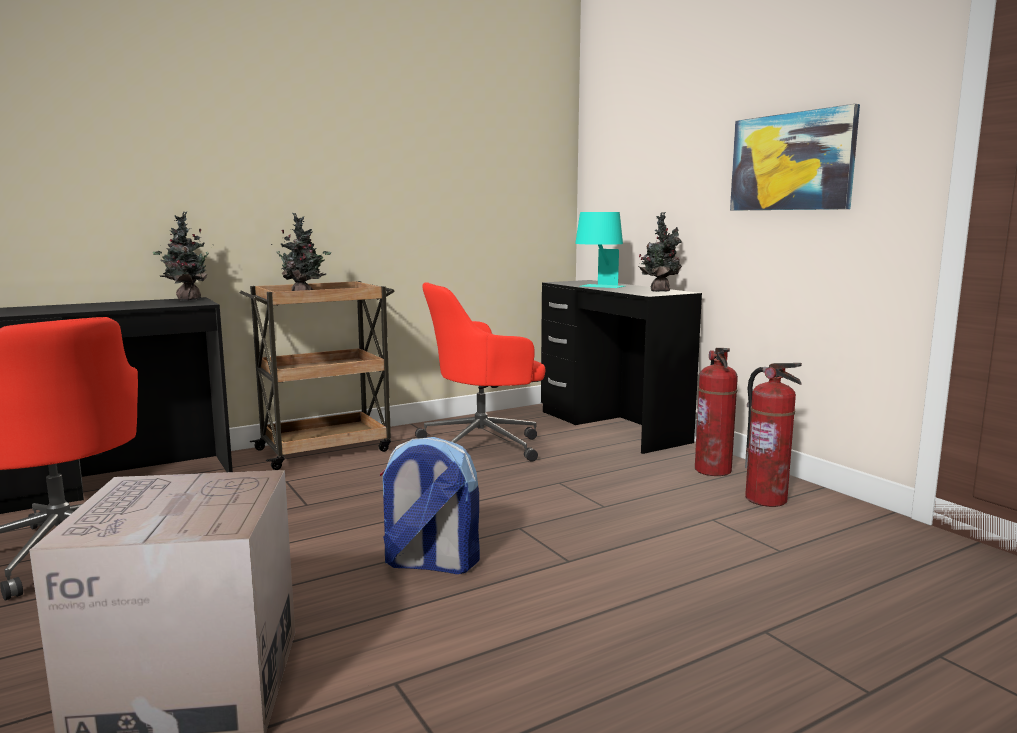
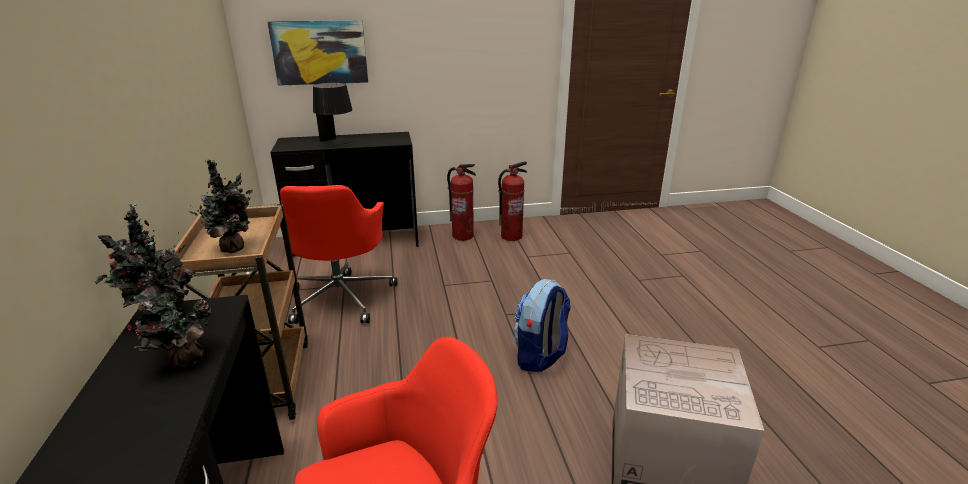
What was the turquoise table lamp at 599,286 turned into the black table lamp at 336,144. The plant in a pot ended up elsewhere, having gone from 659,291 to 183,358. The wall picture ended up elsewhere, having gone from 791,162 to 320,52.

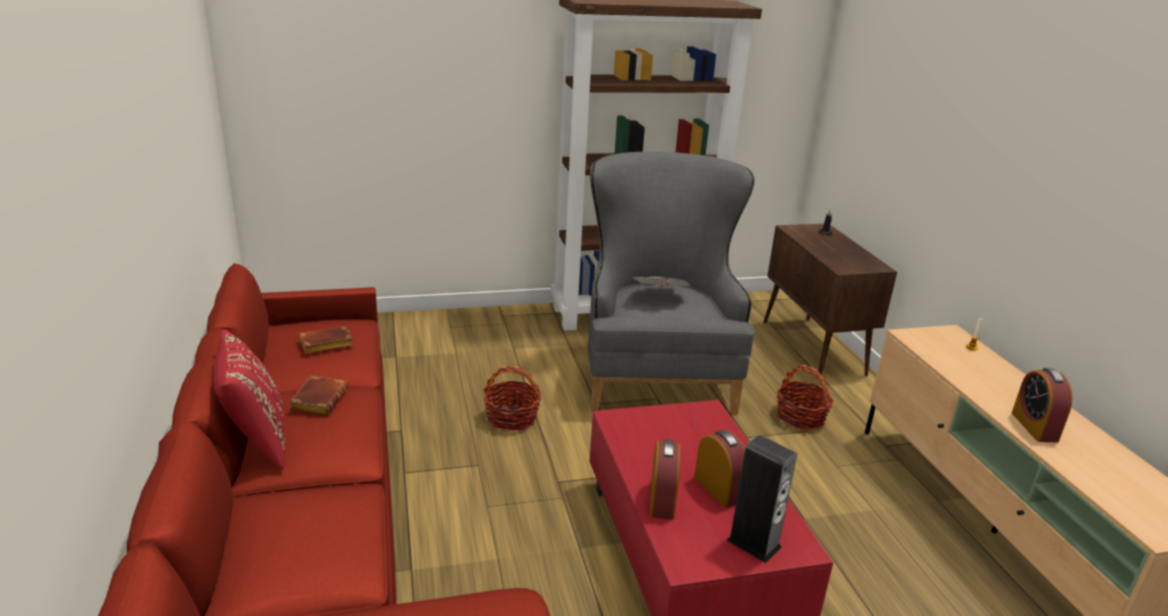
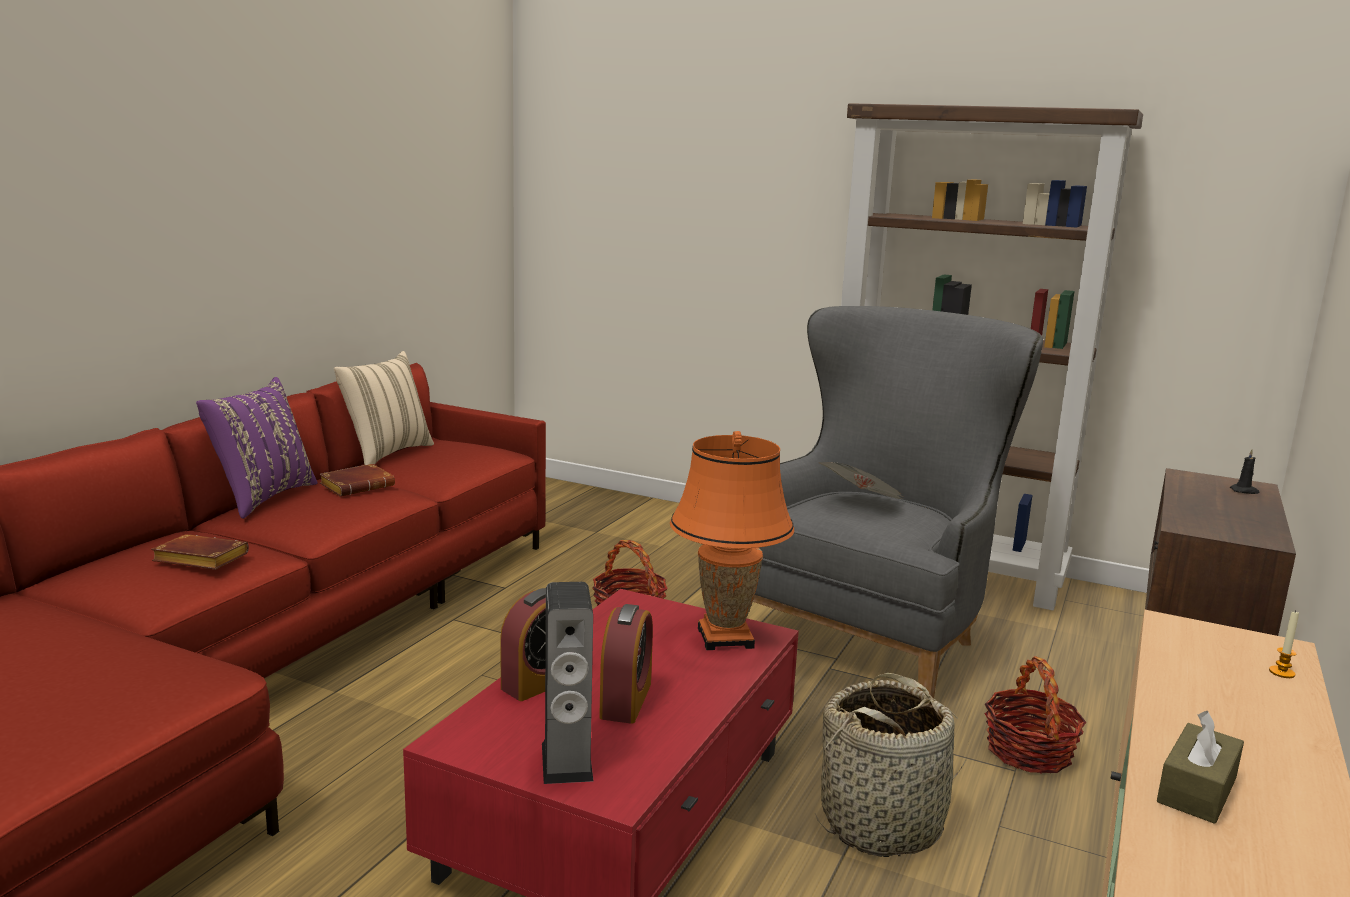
What was the reddish throw pillow at 256,442 turned into the purplish throw pillow at 262,498. The brown-coloured bound book ended up elsewhere, having gone from 325,345 to 197,560. Where the bedside clock stood at 1034,427, the brown-coloured box of tissues came to stand at 1197,790. The second view gained the beige-coloured throw pillow at 386,453. The second view gained the orange table lamp at 725,638. The second view gained the household basket at 882,823.

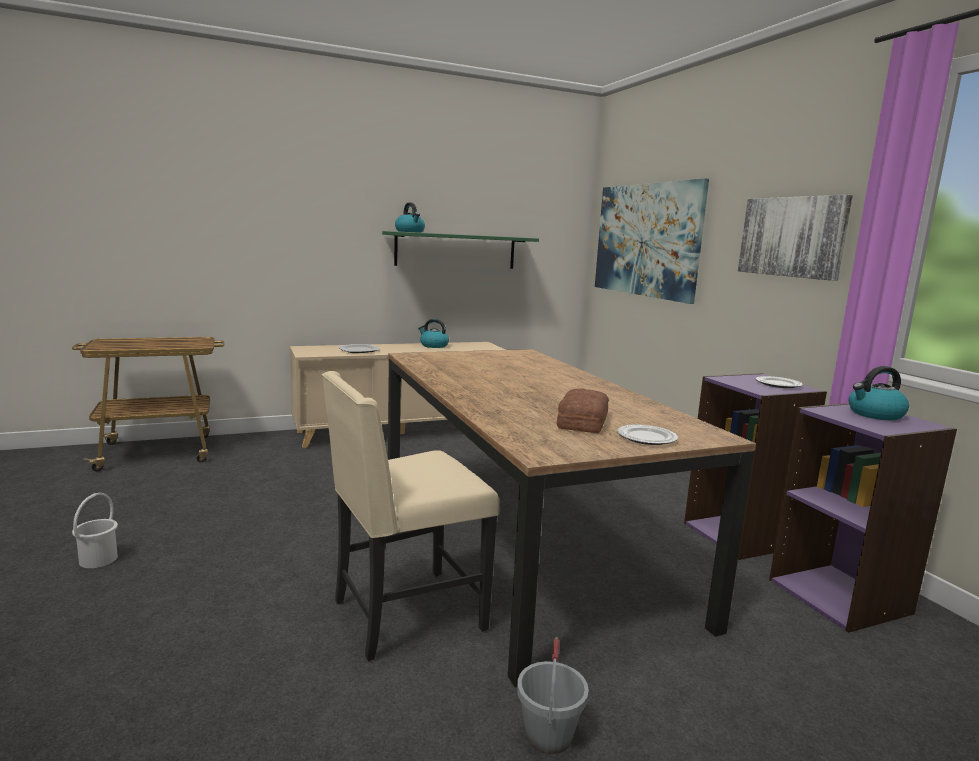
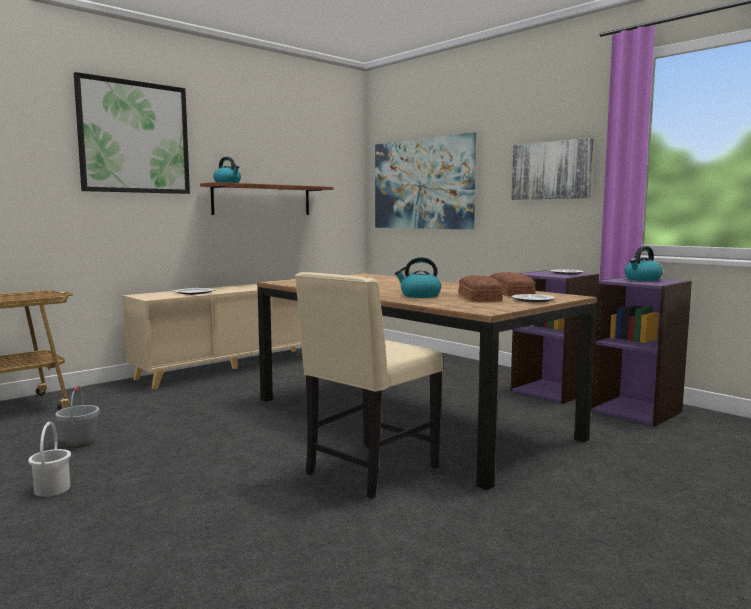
What was the greenish bracket shelf at 456,250 turned into the brown-coloured bracket shelf at 262,200. The tea kettle ended up elsewhere, having gone from 433,346 to 419,295. The gray water bucket ended up elsewhere, having gone from 548,735 to 79,443. The second view gained the wall picture at 134,137. The second view gained the bread at 510,293.

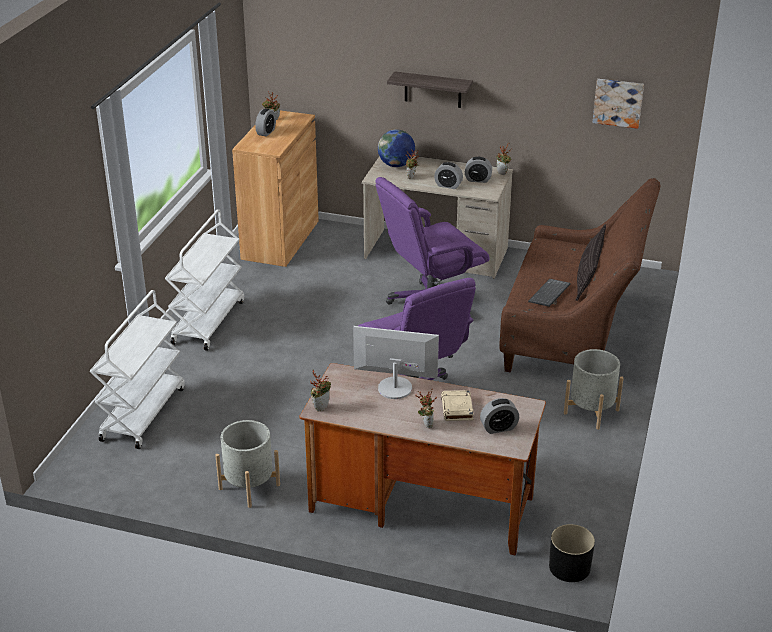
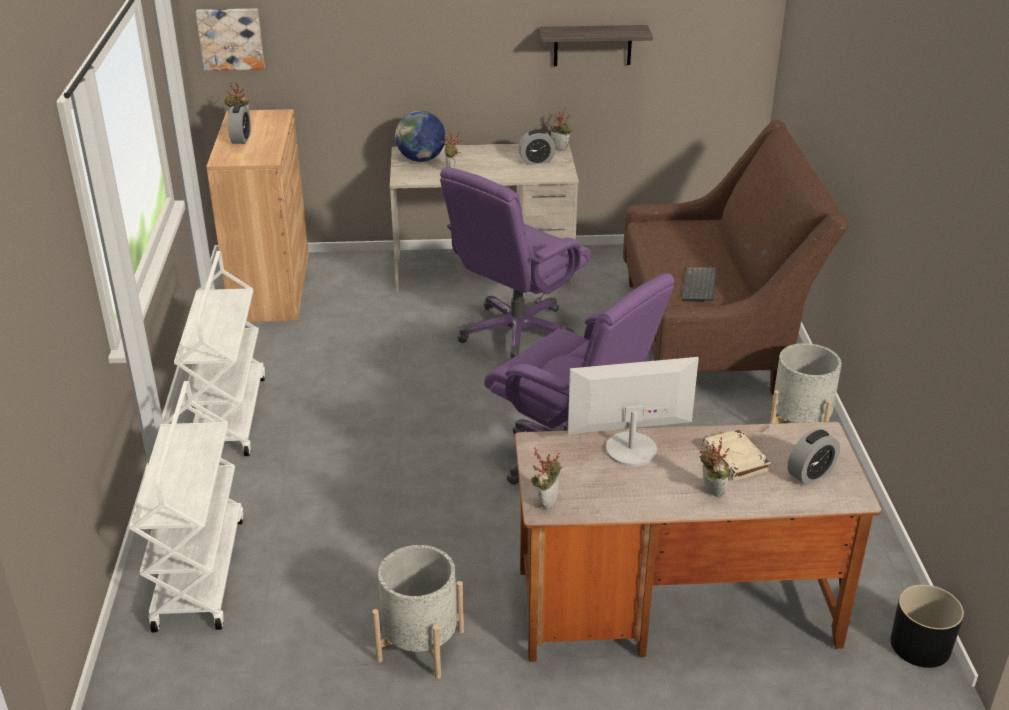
The bracket shelf ended up elsewhere, having gone from 433,90 to 592,45. The second view lost the bedside clock at 448,185. The second view lost the throw pillow at 588,279. The wall picture ended up elsewhere, having gone from 618,102 to 231,38.

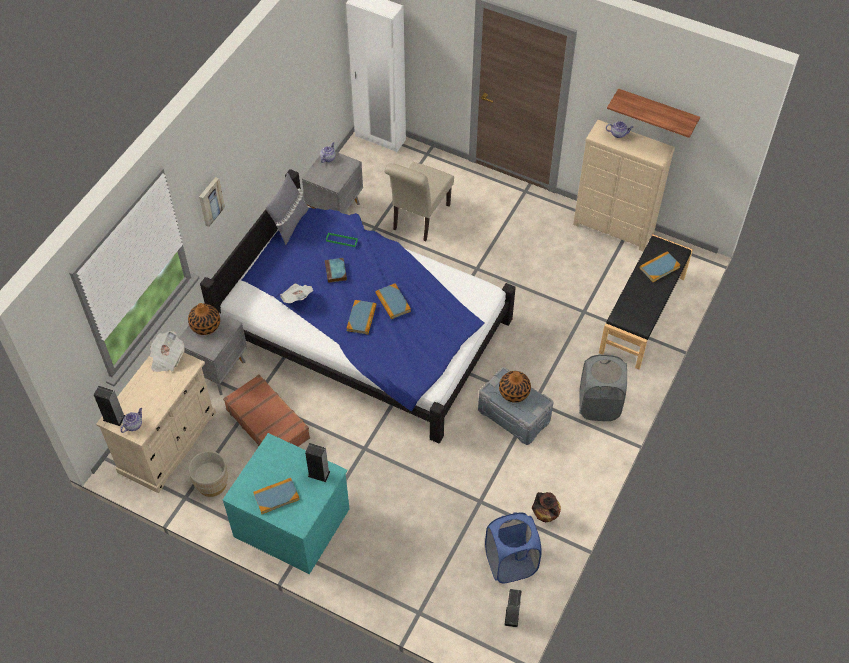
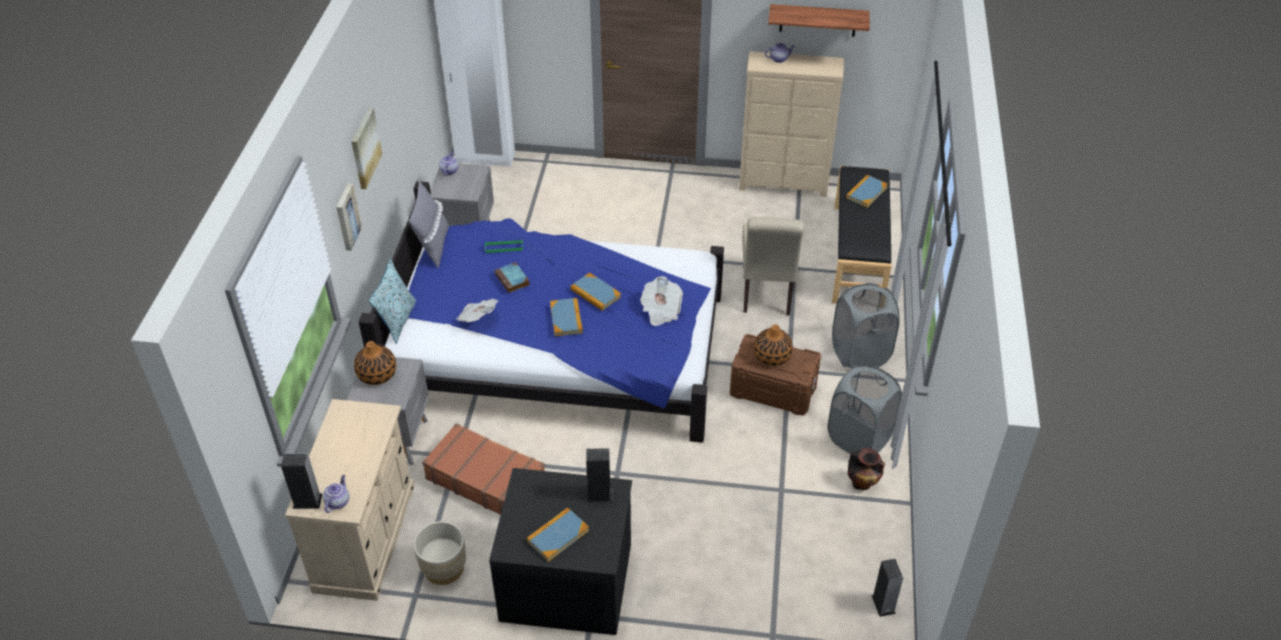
The printed paper ended up elsewhere, having gone from 167,358 to 661,310. What was the turquoise chest of drawers at 292,521 turned into the black chest of drawers at 567,580. The beige-coloured upright chair ended up elsewhere, having gone from 419,219 to 767,294. What was the gray storage bin at 513,416 turned into the brown-coloured storage bin at 772,390. The second view lost the blue laundry basket at 510,563. The second view gained the wall picture at 364,148. The second view gained the throw pillow at 398,321. The second view gained the gray laundry basket at 859,438.

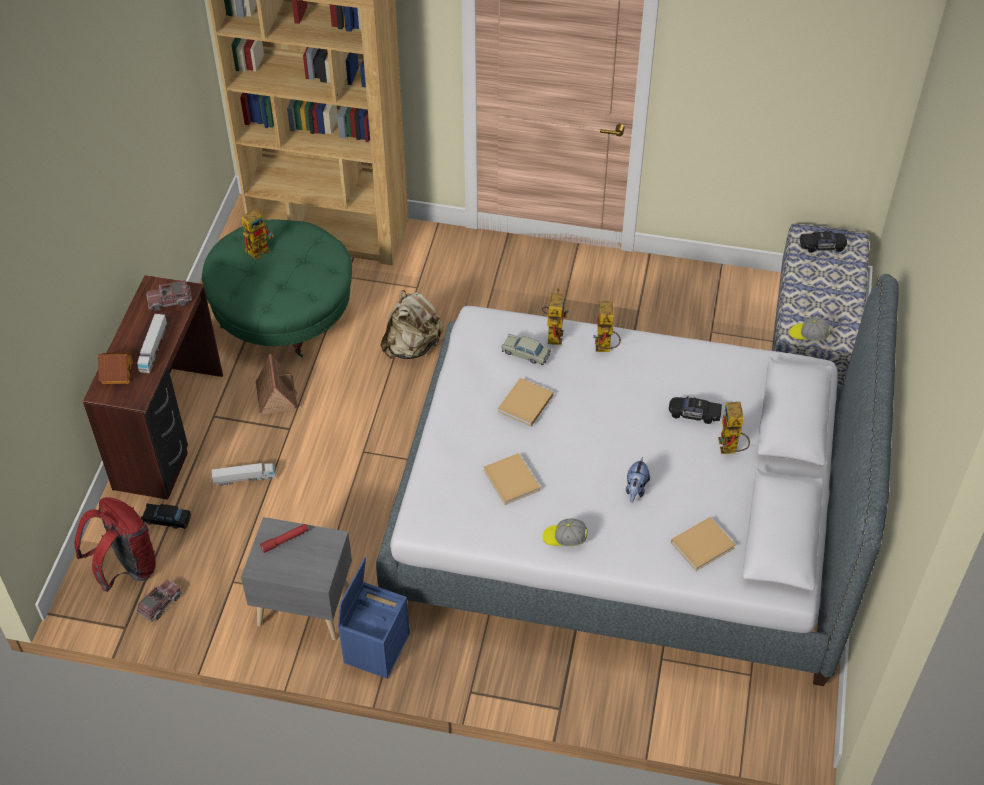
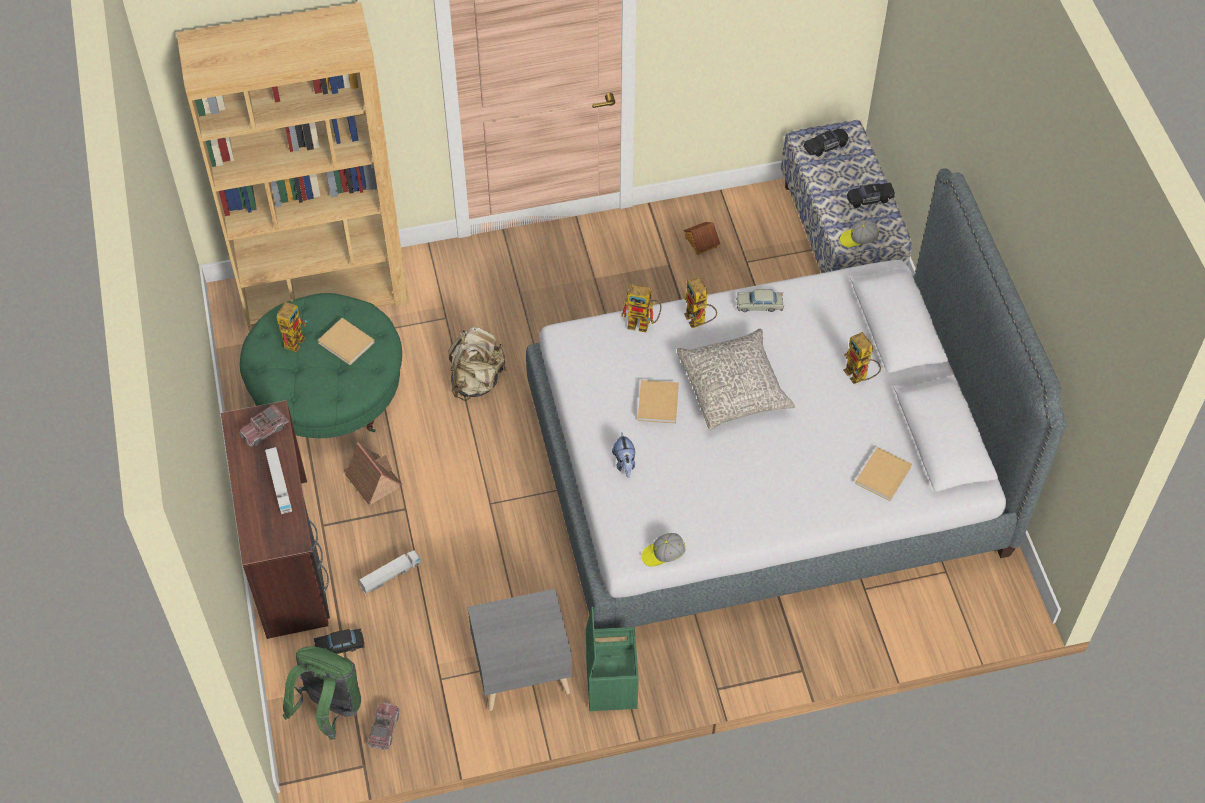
What was the reddish rucksack at 126,568 turned into the greenish rucksack at 329,709. The model house ended up elsewhere, having gone from 117,372 to 700,242. The second view lost the reddish torch at 285,540. What was the blue storage bin at 376,646 turned into the greenish storage bin at 610,683. The beige-coloured bound book ended up elsewhere, having gone from 512,481 to 347,343. The beige-coloured model car ended up elsewhere, having gone from 525,353 to 759,305. The toy robot at 553,333 ended up facing another way, 120 degrees clockwise from before. The cap ended up elsewhere, having gone from 564,538 to 663,554. The soft toy ended up elsewhere, having gone from 635,489 to 625,463. The black model car ended up elsewhere, having gone from 694,414 to 869,199. The second view gained the gray throw pillow at 734,388.

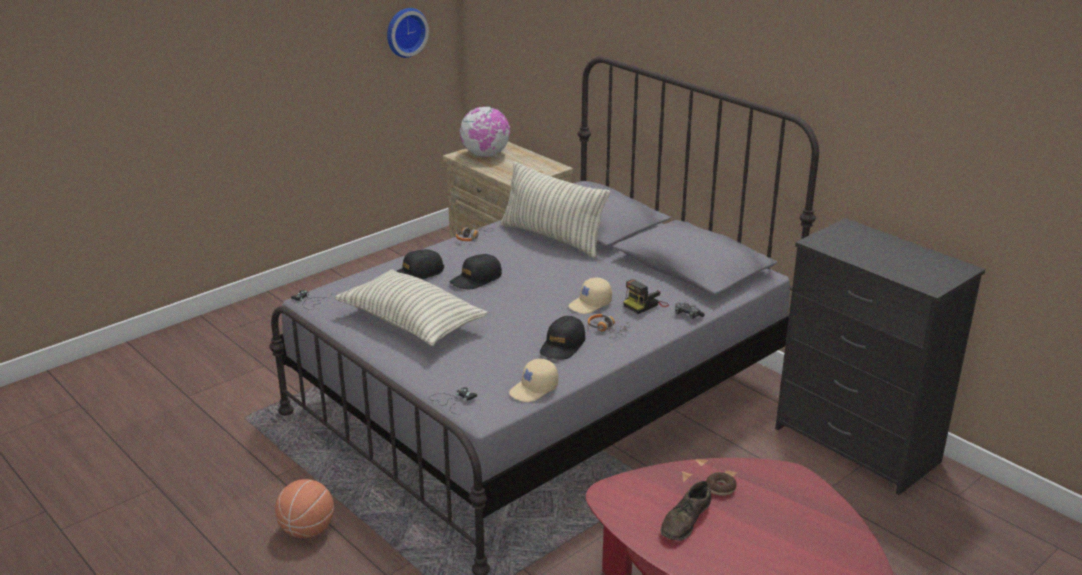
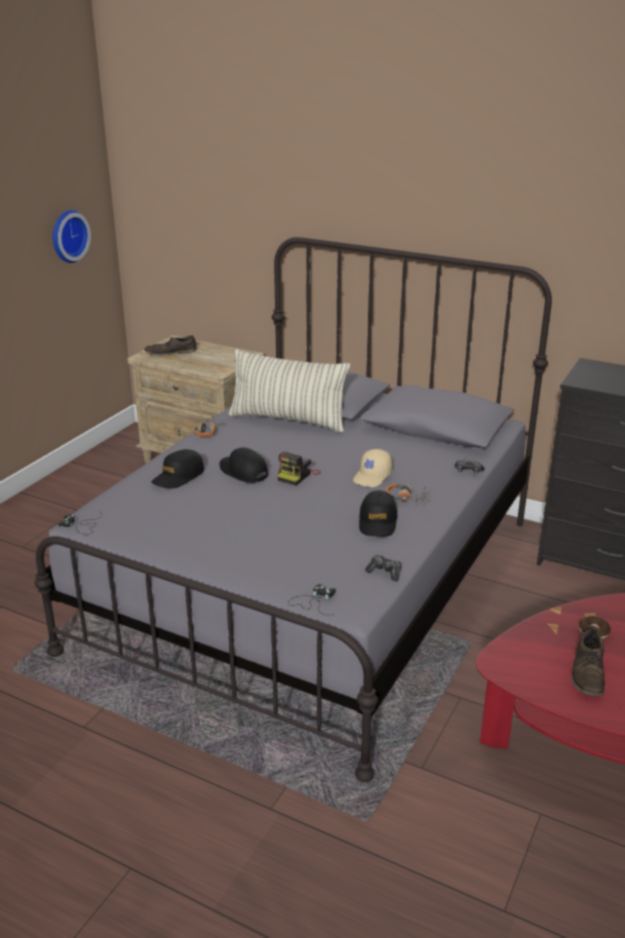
The second view lost the ball for basketball at 307,530. The second view lost the throw pillow at 411,323. The black cap at 476,279 ended up facing another way, 105 degrees clockwise from before. Where the world globe stood at 485,155, the brown-coloured low shoe came to stand at 171,352. Where the beige-coloured cap stood at 534,390, the game controller came to stand at 385,572. The photo camera ended up elsewhere, having gone from 645,305 to 297,475.

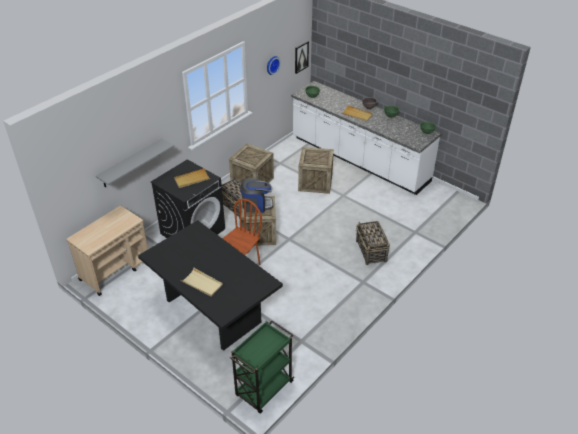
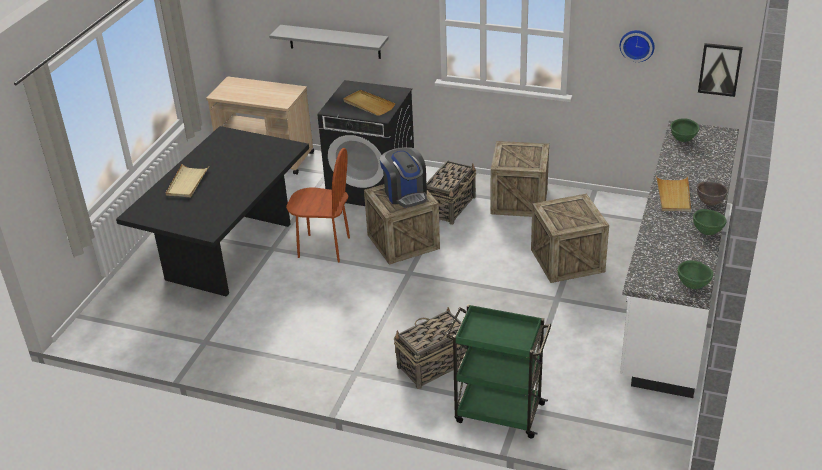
The greenish cart ended up elsewhere, having gone from 263,389 to 497,412.

